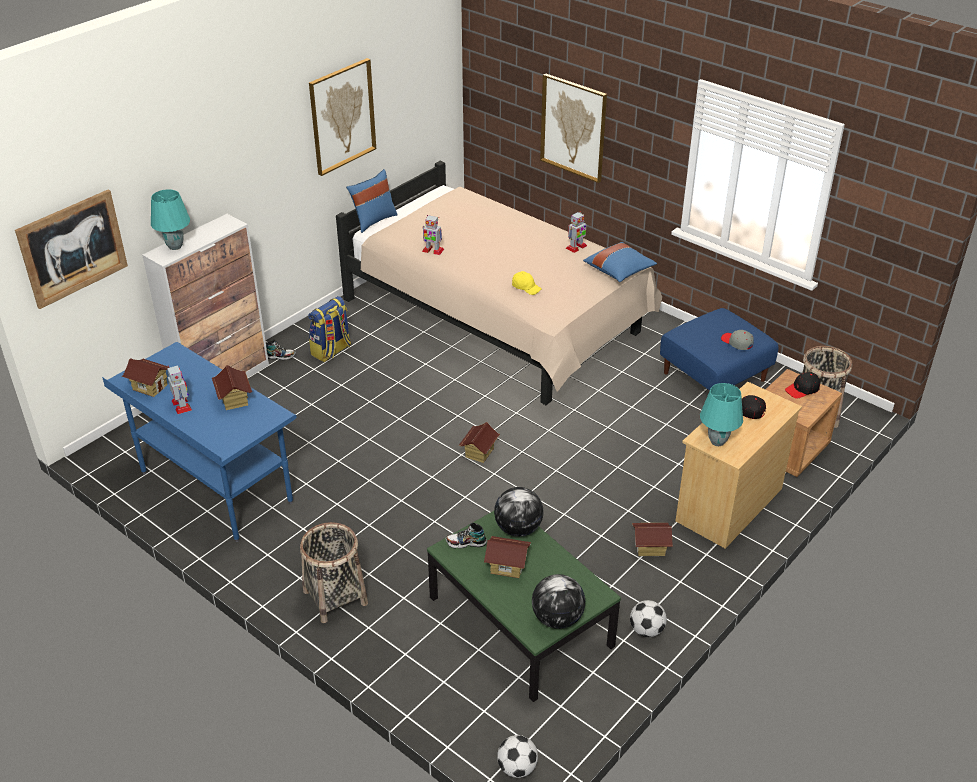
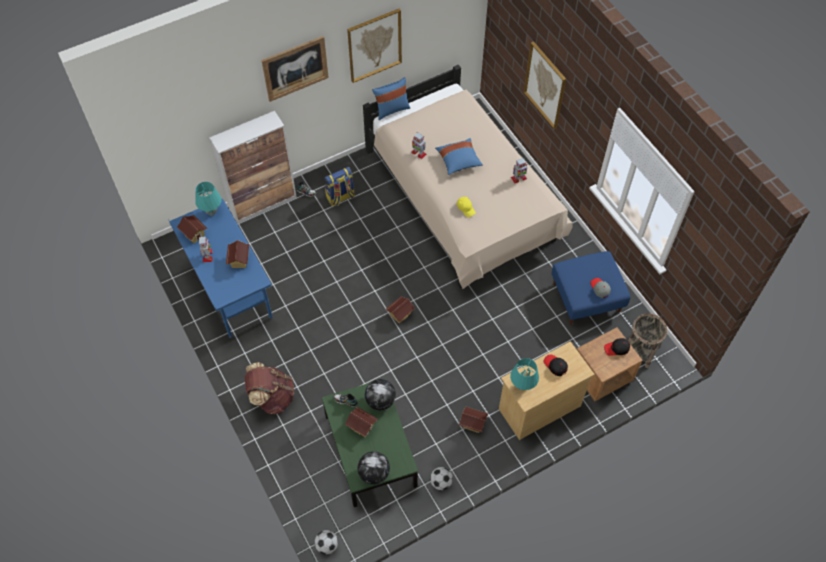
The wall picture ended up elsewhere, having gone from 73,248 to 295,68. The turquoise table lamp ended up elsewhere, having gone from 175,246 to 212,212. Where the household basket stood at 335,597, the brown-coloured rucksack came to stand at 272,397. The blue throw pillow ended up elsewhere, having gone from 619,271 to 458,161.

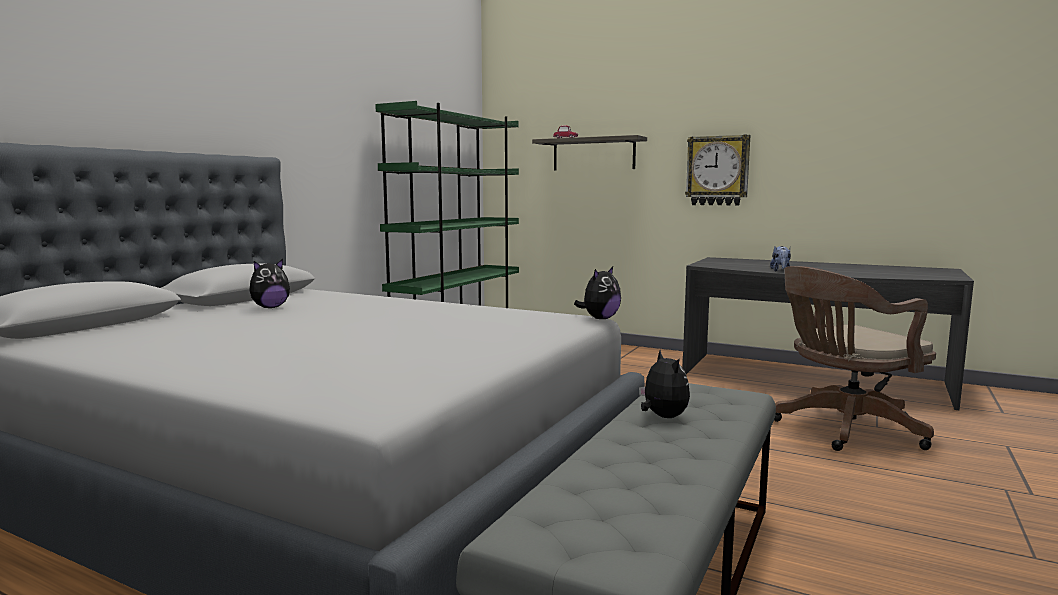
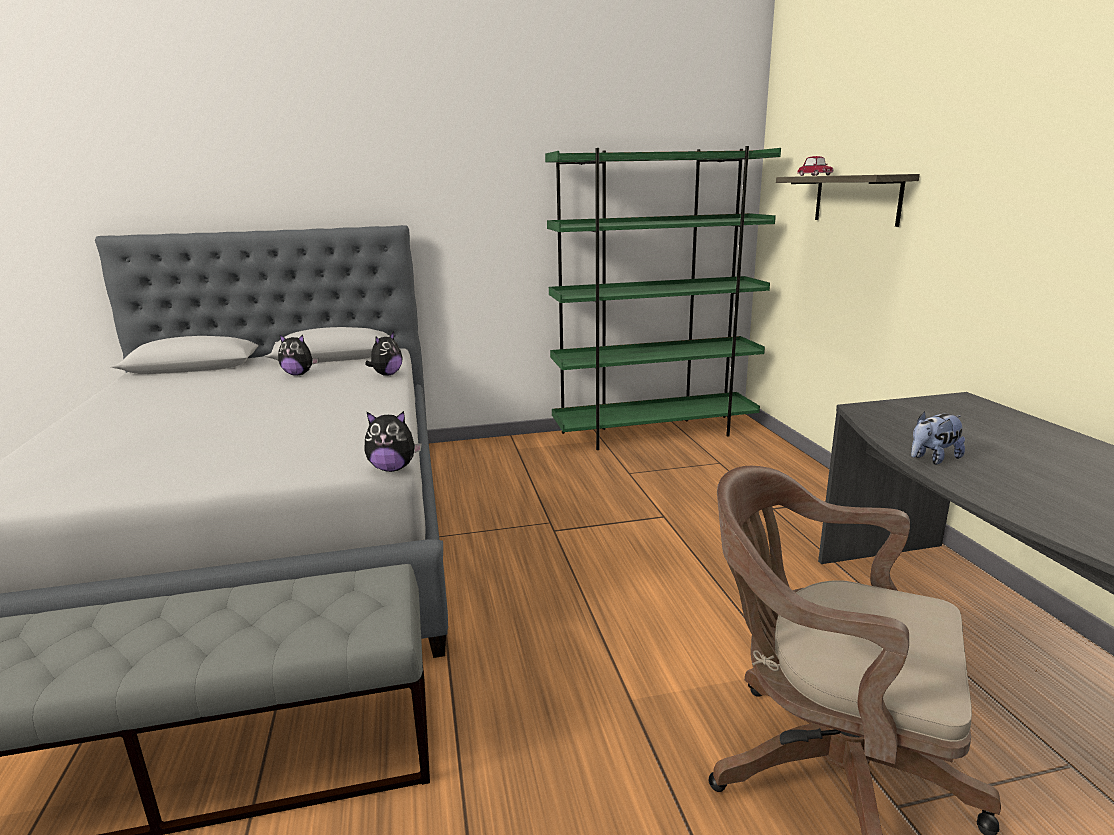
The soft toy ended up elsewhere, having gone from 662,417 to 387,374. The second view lost the wall clock at 717,171.

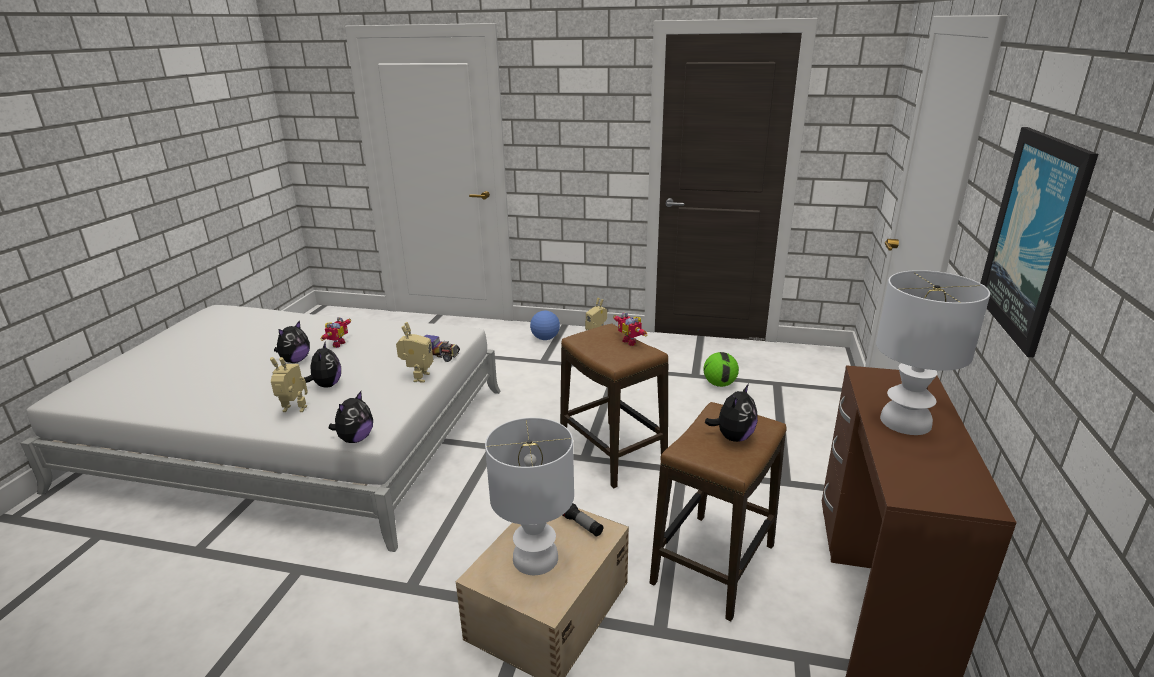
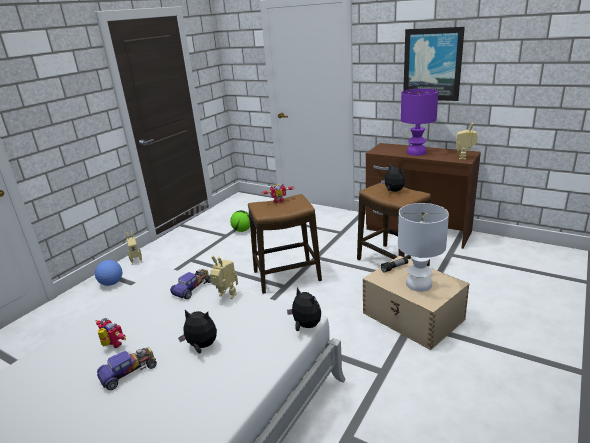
The toy robot ended up elsewhere, having gone from 293,411 to 465,157. Where the soft toy stood at 295,360, the model car came to stand at 128,371. What was the white table lamp at 906,422 turned into the purplish table lamp at 417,152.

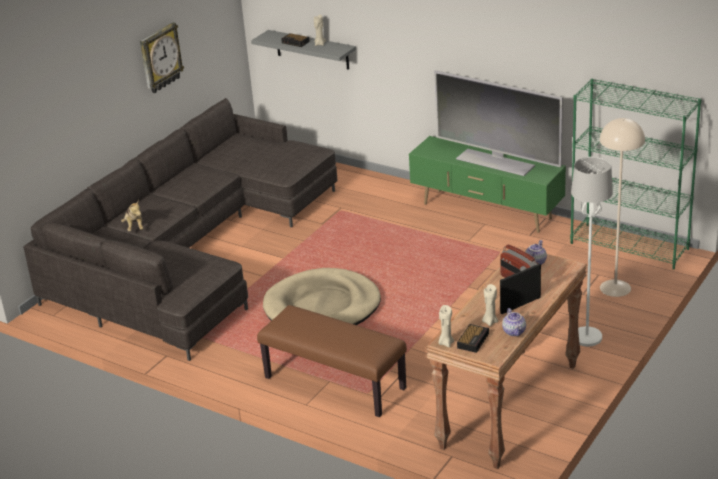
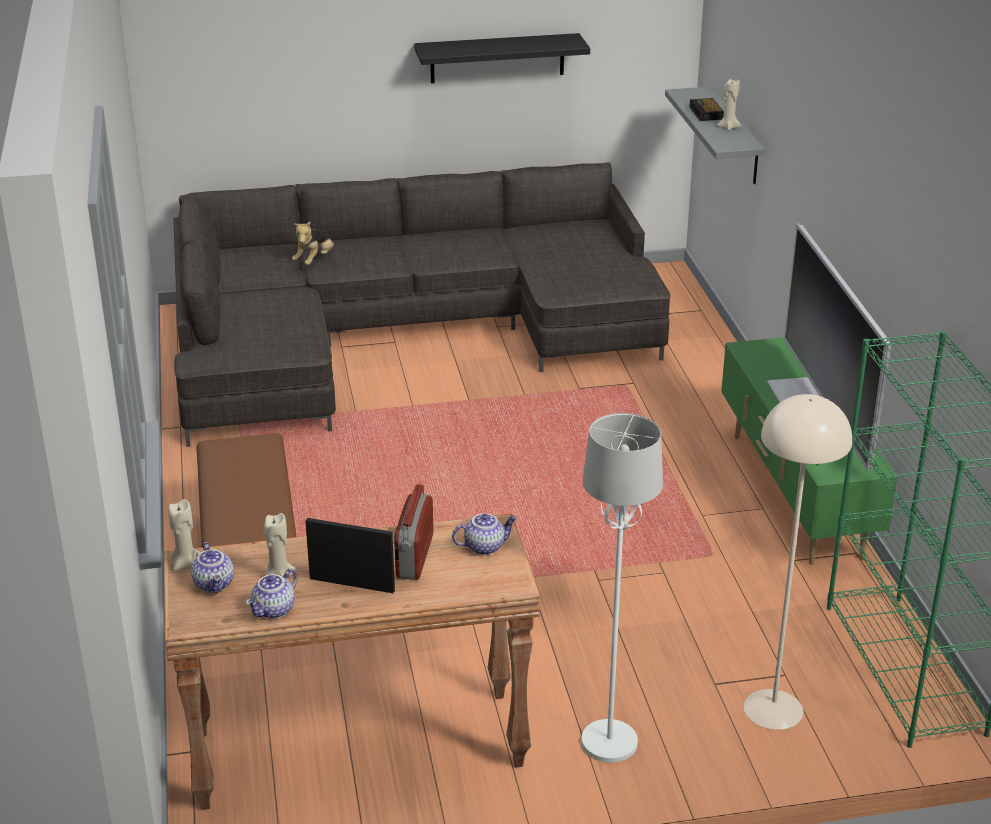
Where the wall clock hung at 160,58, the black bracket shelf came to hang at 497,58. The second view lost the beige-coloured dog cushion at 322,307. Where the bedside clock stood at 473,340, the tea pot came to stand at 215,584.

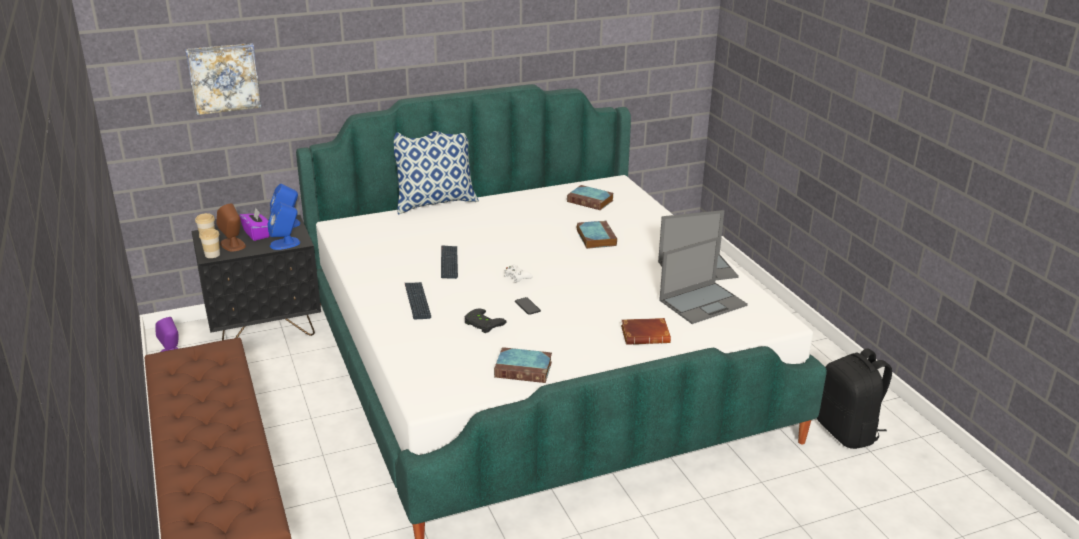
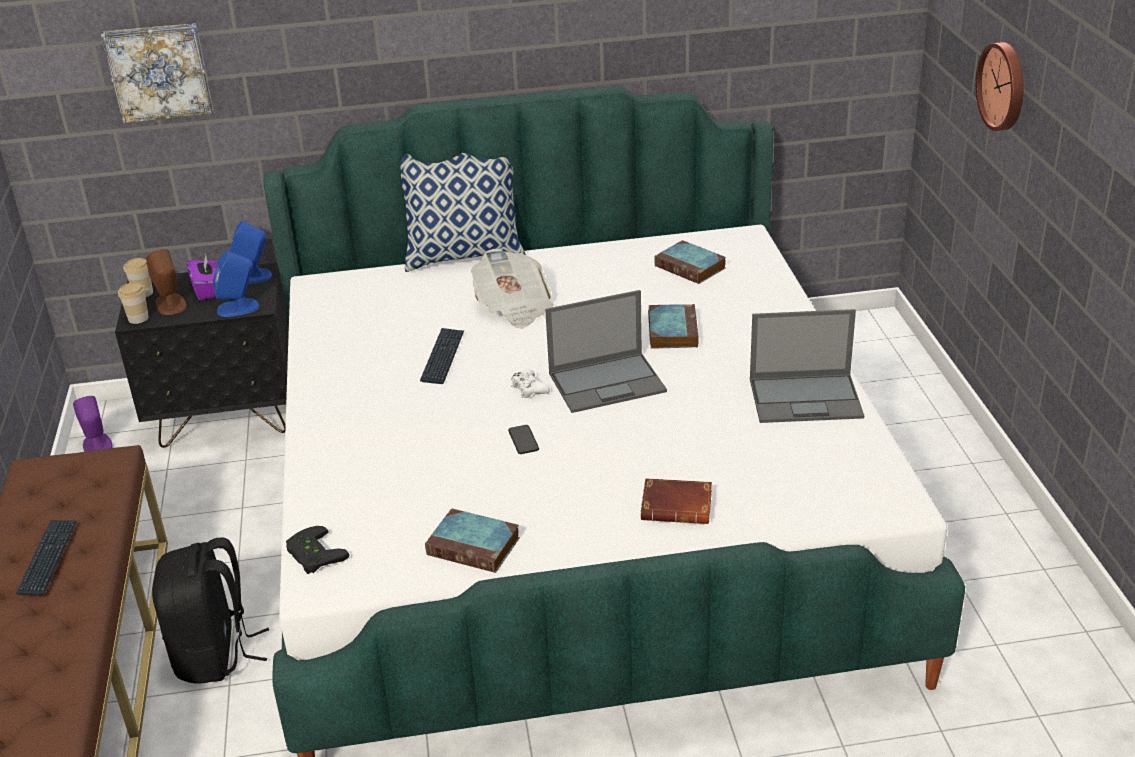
The keyboard ended up elsewhere, having gone from 417,301 to 48,558. The black game controller ended up elsewhere, having gone from 482,324 to 312,555. The laptop ended up elsewhere, having gone from 703,302 to 608,382. The black rucksack ended up elsewhere, having gone from 847,432 to 215,655. The second view gained the printed paper at 513,307. The second view gained the wall clock at 1004,86.

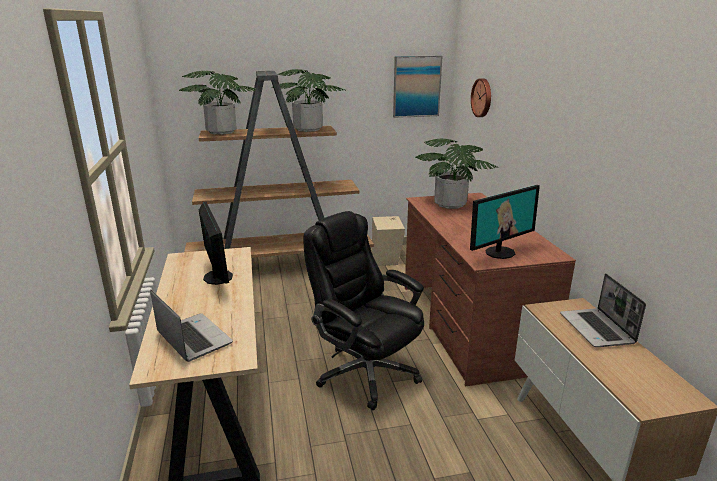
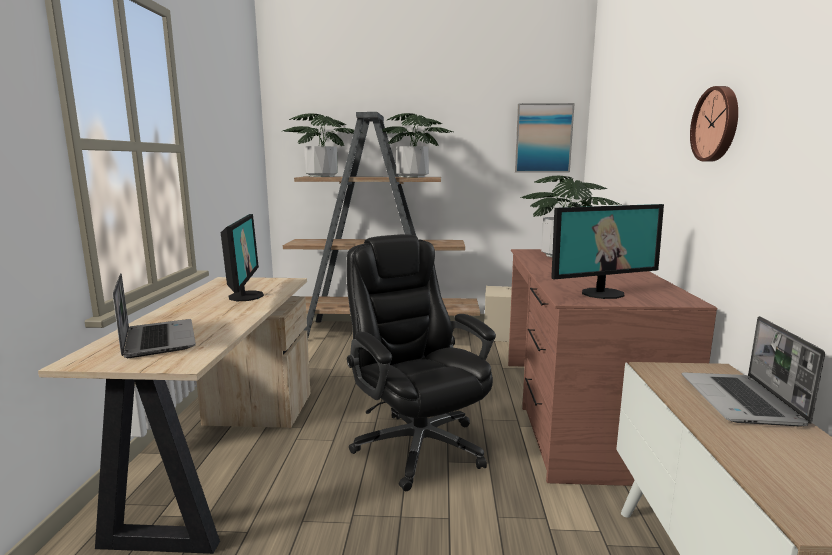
The wall clock ended up elsewhere, having gone from 482,97 to 717,124.

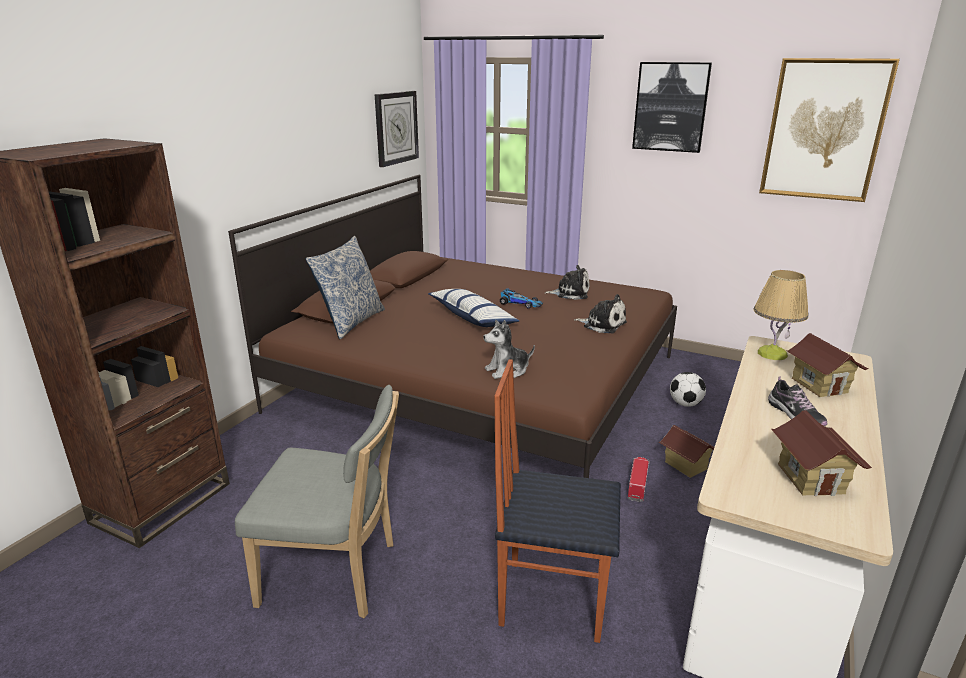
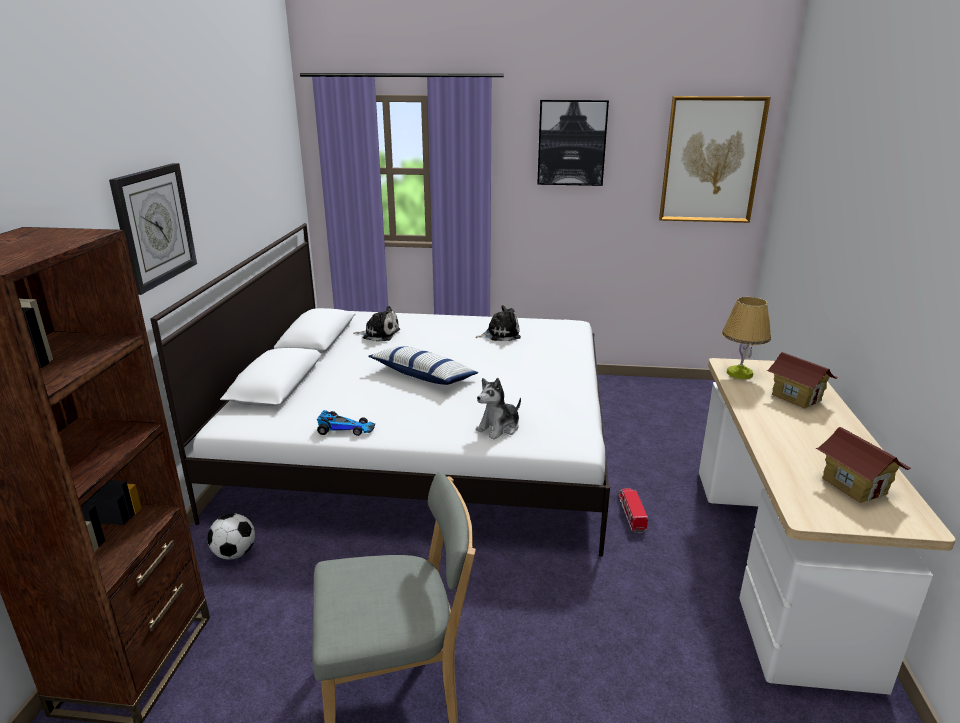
What was the brown-coloured bedroom bed at 481,382 turned into the white bedroom bed at 427,440. The second view lost the throw pillow at 351,322. The wall clock ended up elsewhere, having gone from 396,128 to 154,226. The second view lost the upright chair at 552,598. The model car ended up elsewhere, having gone from 520,303 to 345,428. The soft toy ended up elsewhere, having gone from 602,324 to 379,334. The second view lost the model house at 685,465. The football ended up elsewhere, having gone from 685,404 to 234,554. The second view lost the low shoe at 795,414.

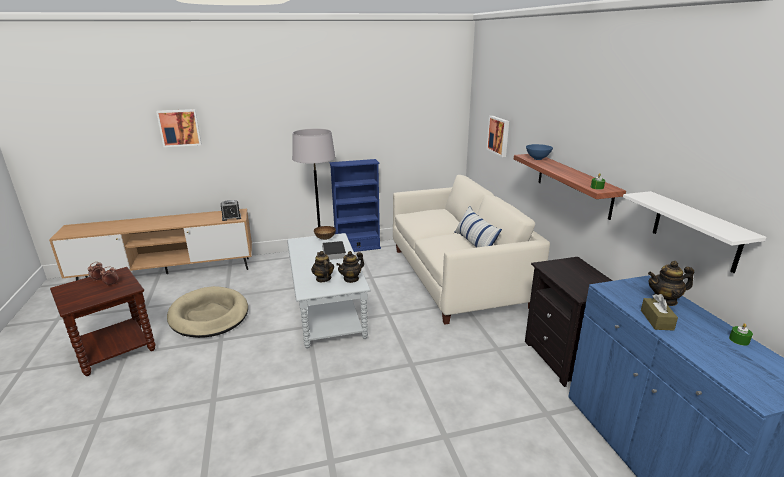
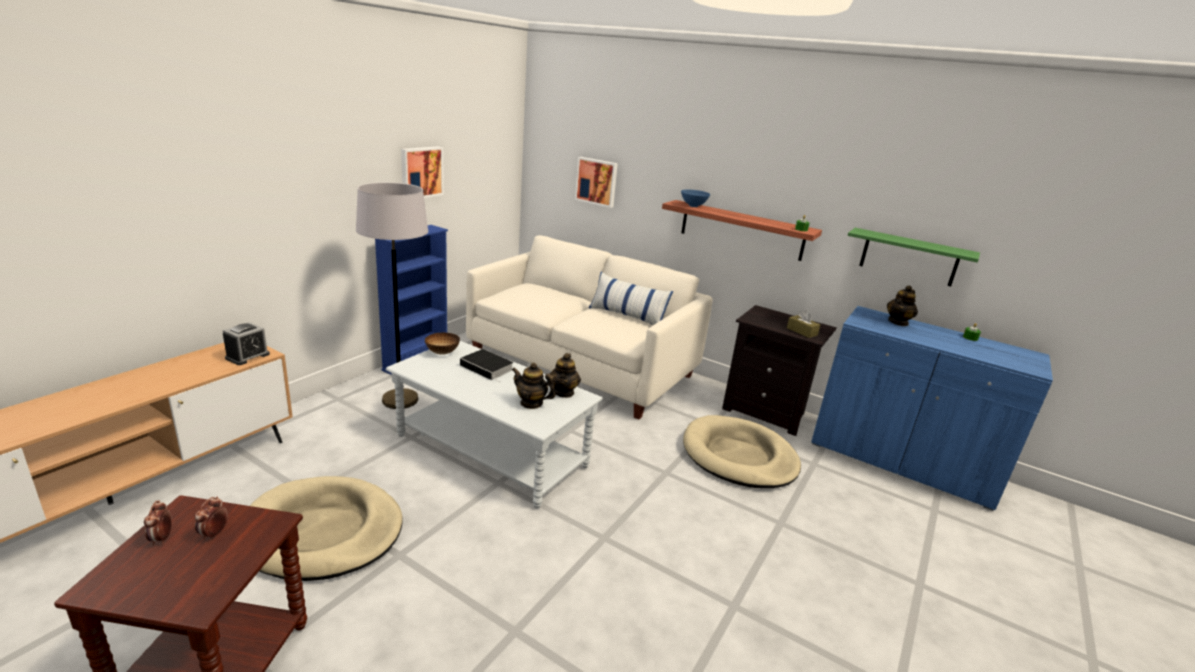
The wall picture ended up elsewhere, having gone from 179,127 to 421,172. What was the white bracket shelf at 695,231 turned into the greenish bracket shelf at 909,257. The brown-coloured box of tissues ended up elsewhere, having gone from 656,320 to 802,331. The second view gained the beige-coloured dog cushion at 739,456.

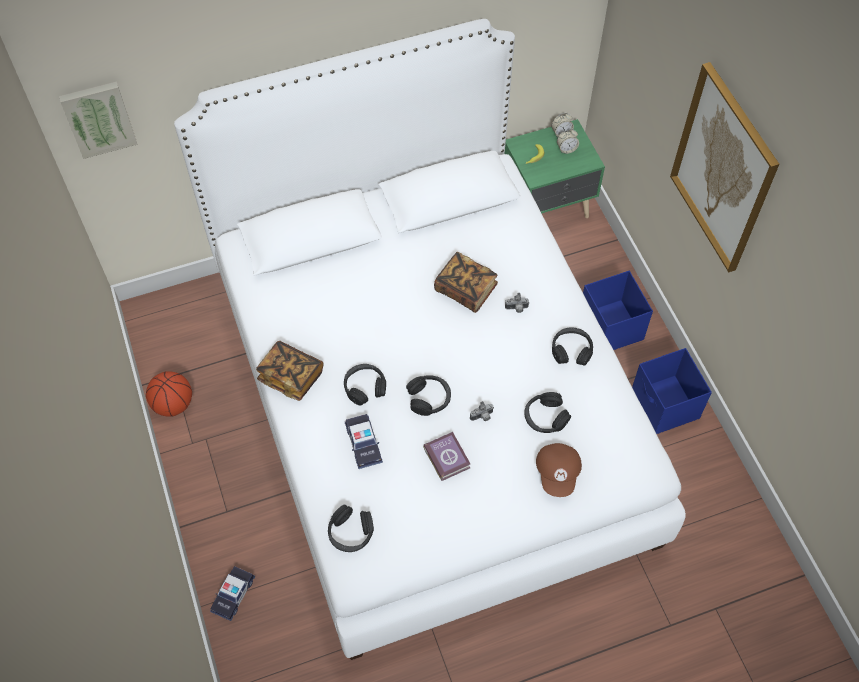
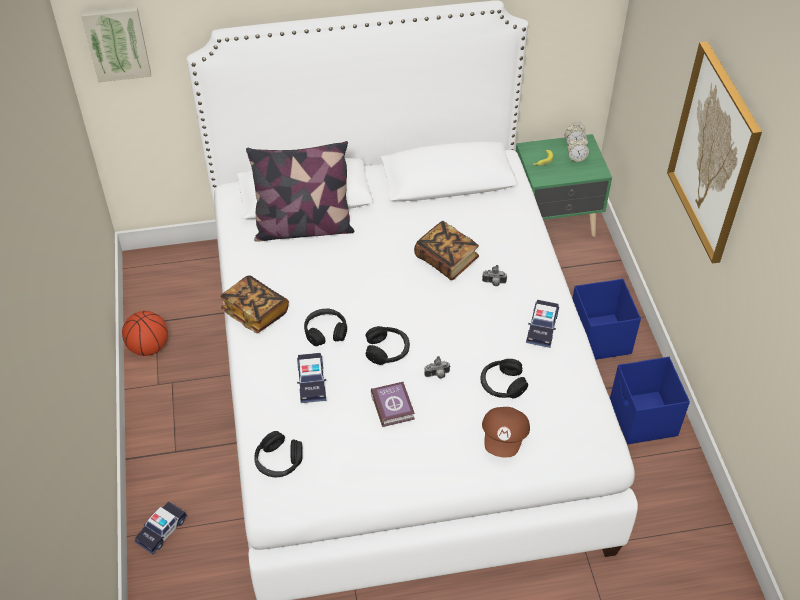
Where the black pair of headphones stood at 571,350, the model car came to stand at 542,327. The second view gained the throw pillow at 303,227.

